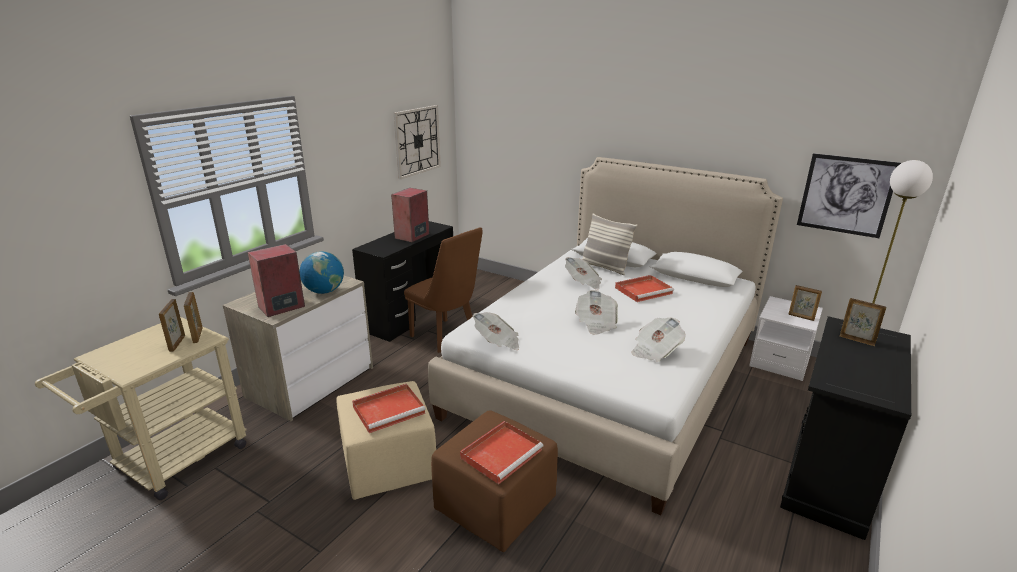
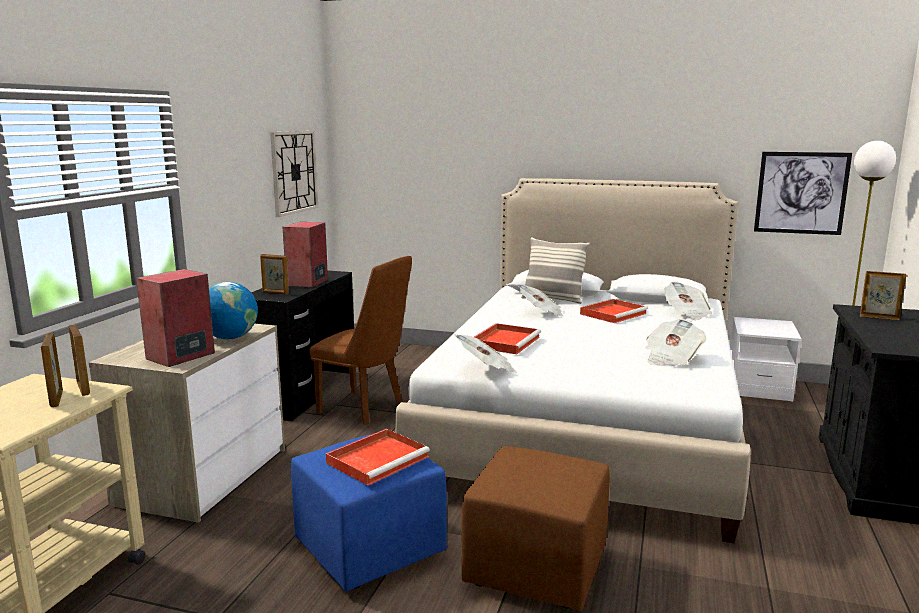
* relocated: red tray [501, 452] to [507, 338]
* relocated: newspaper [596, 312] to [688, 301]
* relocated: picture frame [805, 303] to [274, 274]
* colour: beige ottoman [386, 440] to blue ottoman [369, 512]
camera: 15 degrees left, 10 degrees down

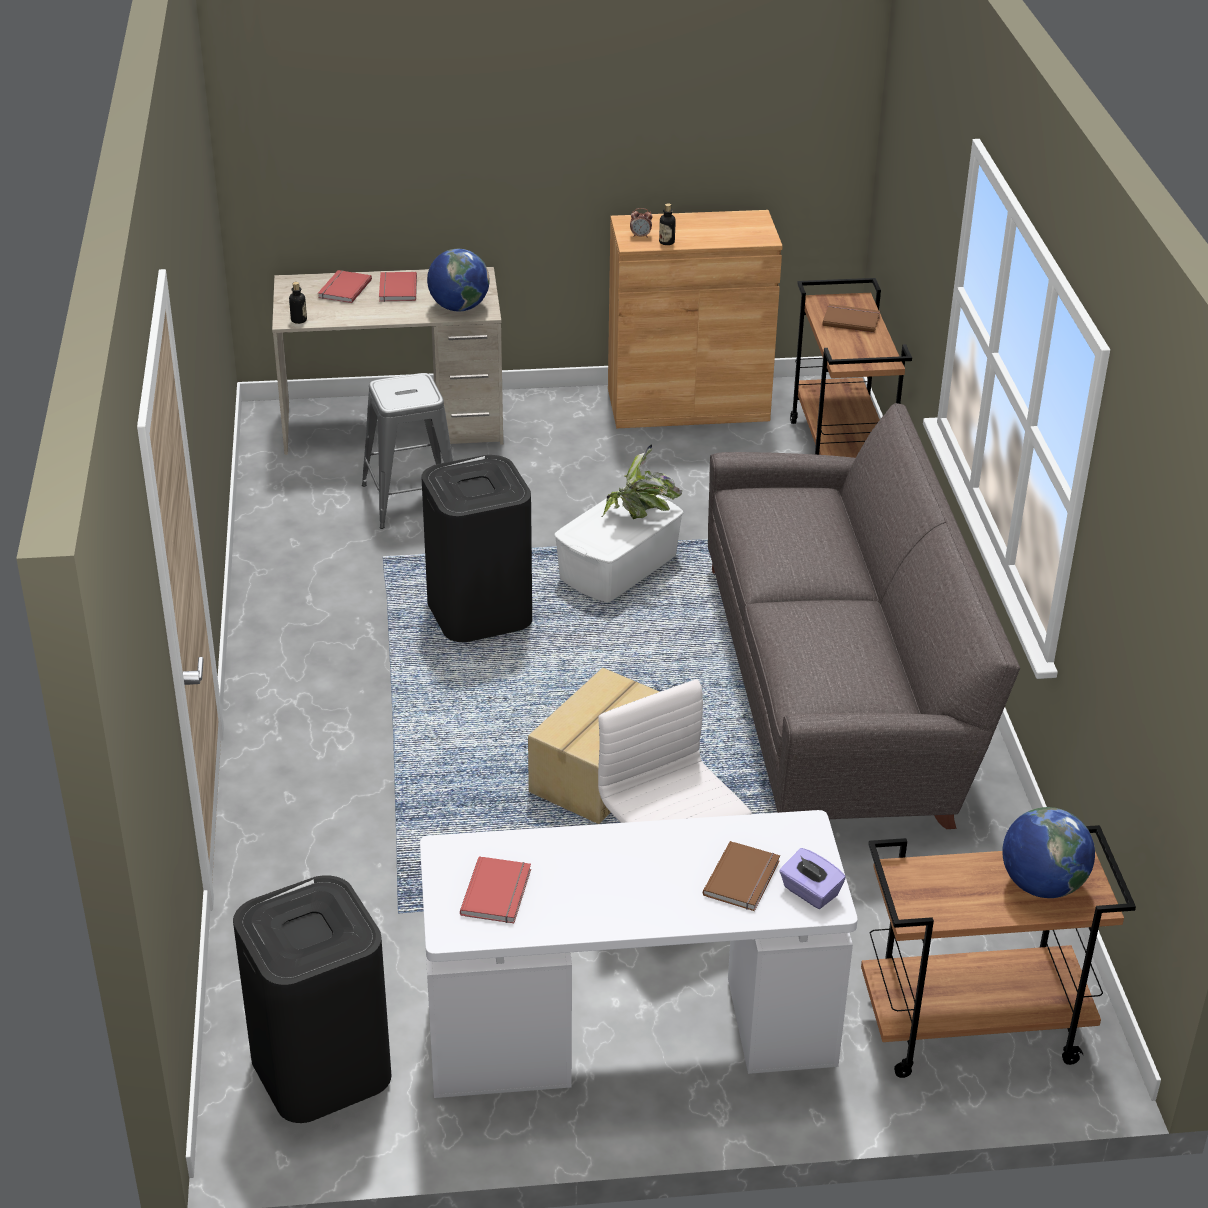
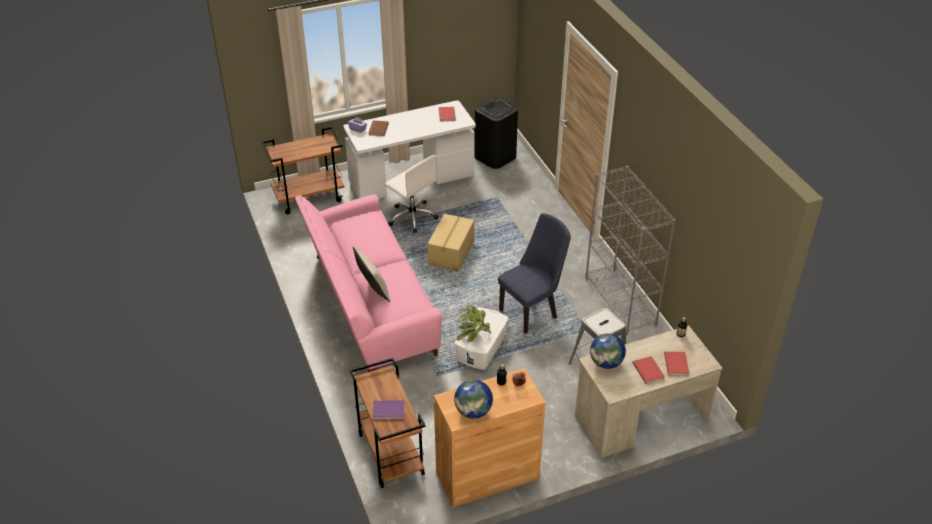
* appeared: beige pillow [372, 274]
* appeared: grey bookcase [630, 250]
* relocated: globe [1048, 852] to [473, 399]
* exchanged: black trash can [476, 548] to blue chair [534, 273]
* colour: grey sofa [864, 616] to pink sofa [368, 283]
* colour: brown book [851, 318] to purple book [388, 409]
camera: 165 degrees right, 5 degrees up

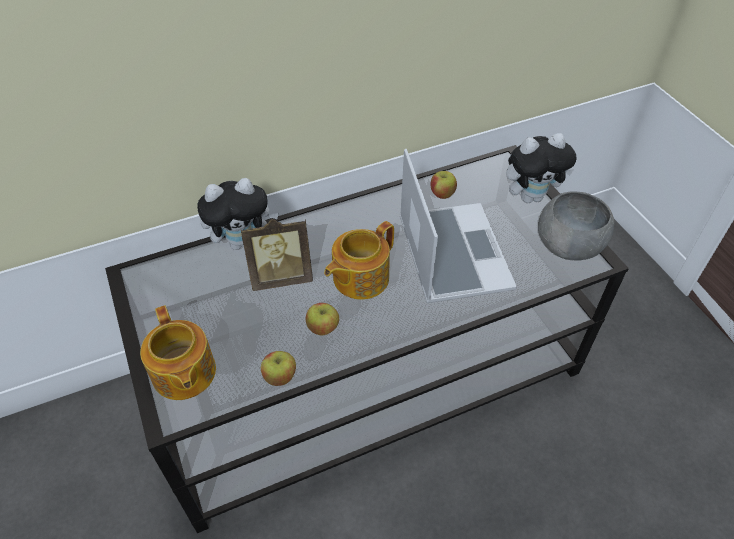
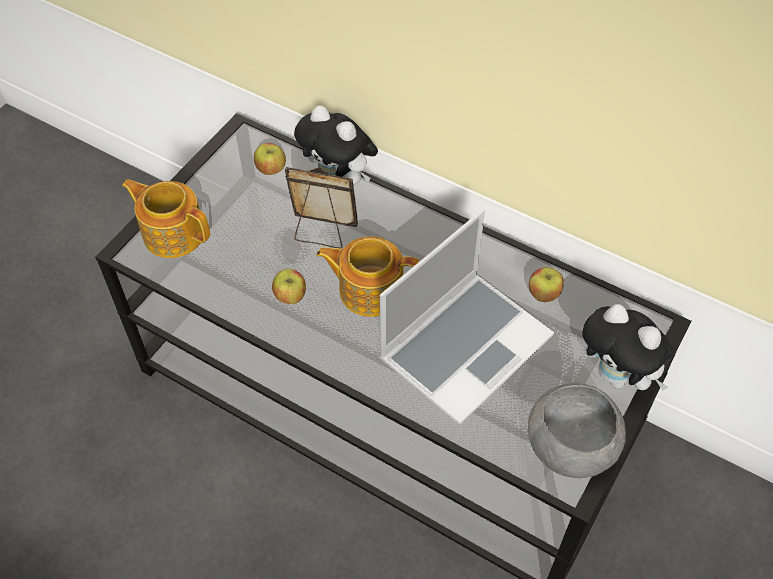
* relocated: apple [278, 368] to [270, 159]
* spun: teapot [178, 352] = [166, 218] 90 degrees clockwise
* spun: picture frame [277, 255] = [321, 207] 150 degrees clockwise
camera: 55 degrees right, 5 degrees up

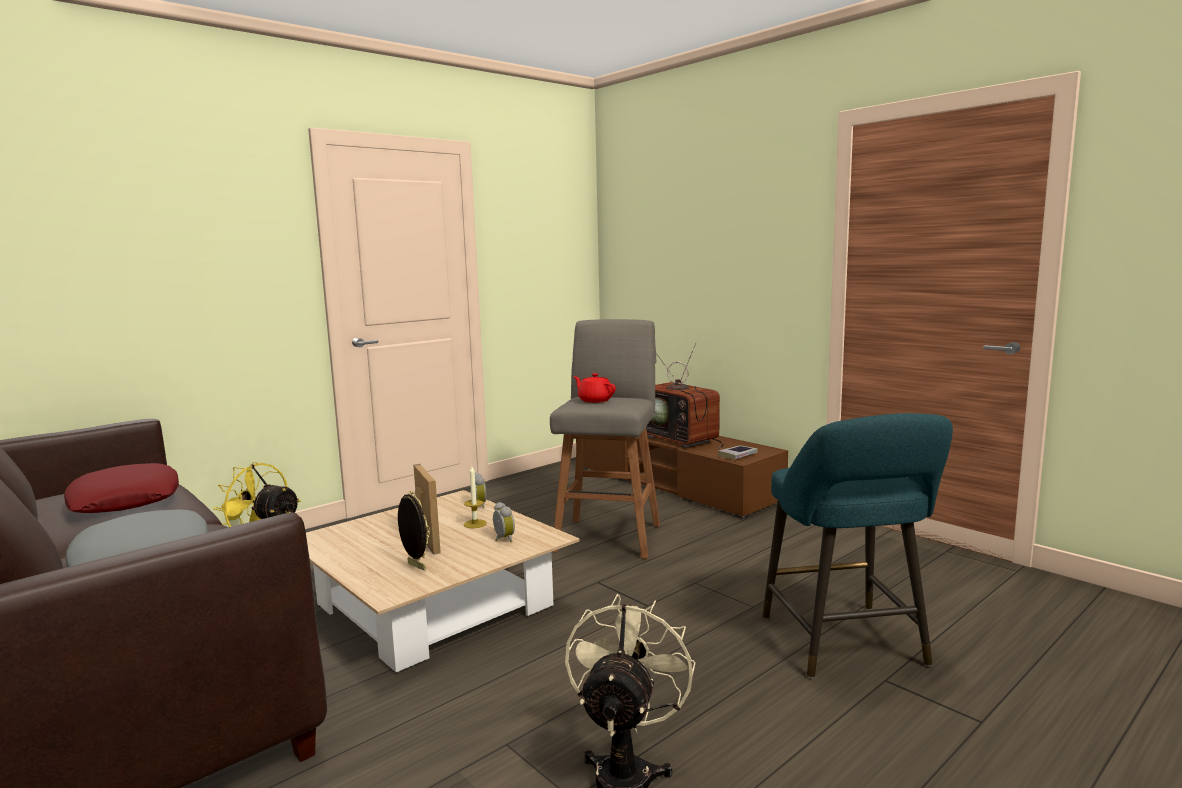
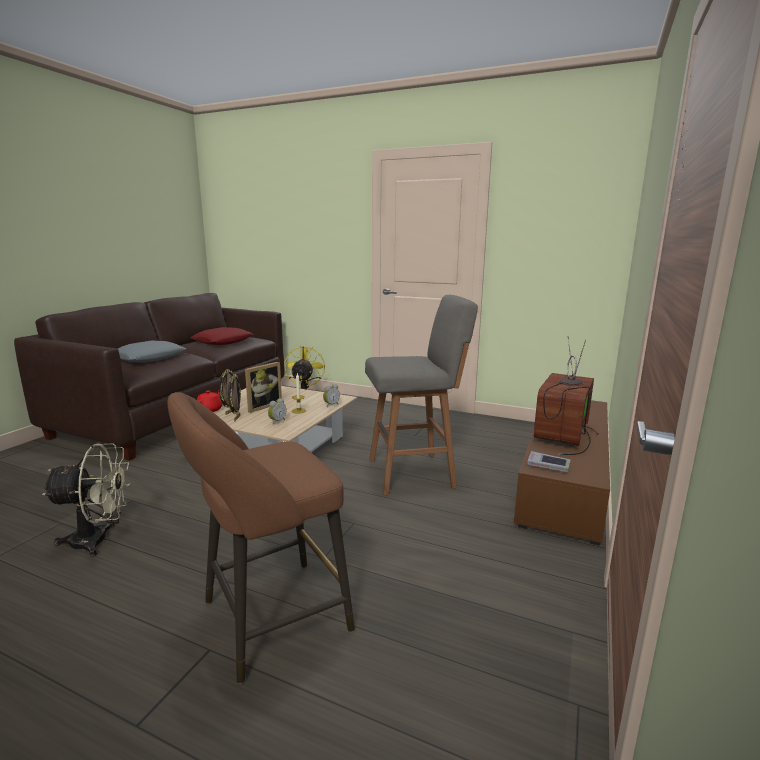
* appeared: picture frame [234, 397]
* relocated: red teapot [594, 388] to [210, 401]
* colour: turquoise stool [858, 546] to brown stool [261, 538]
camera: 65 degrees right, 5 degrees up

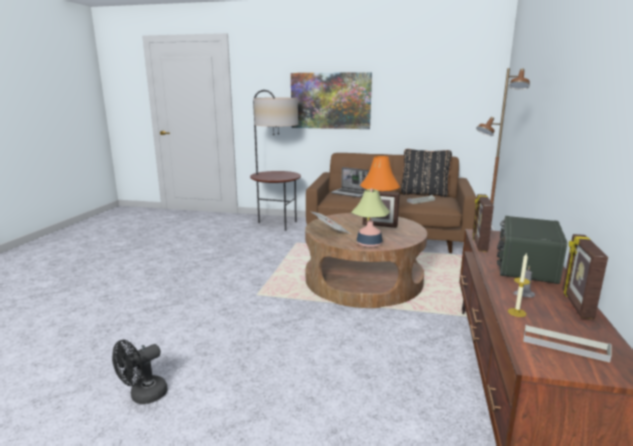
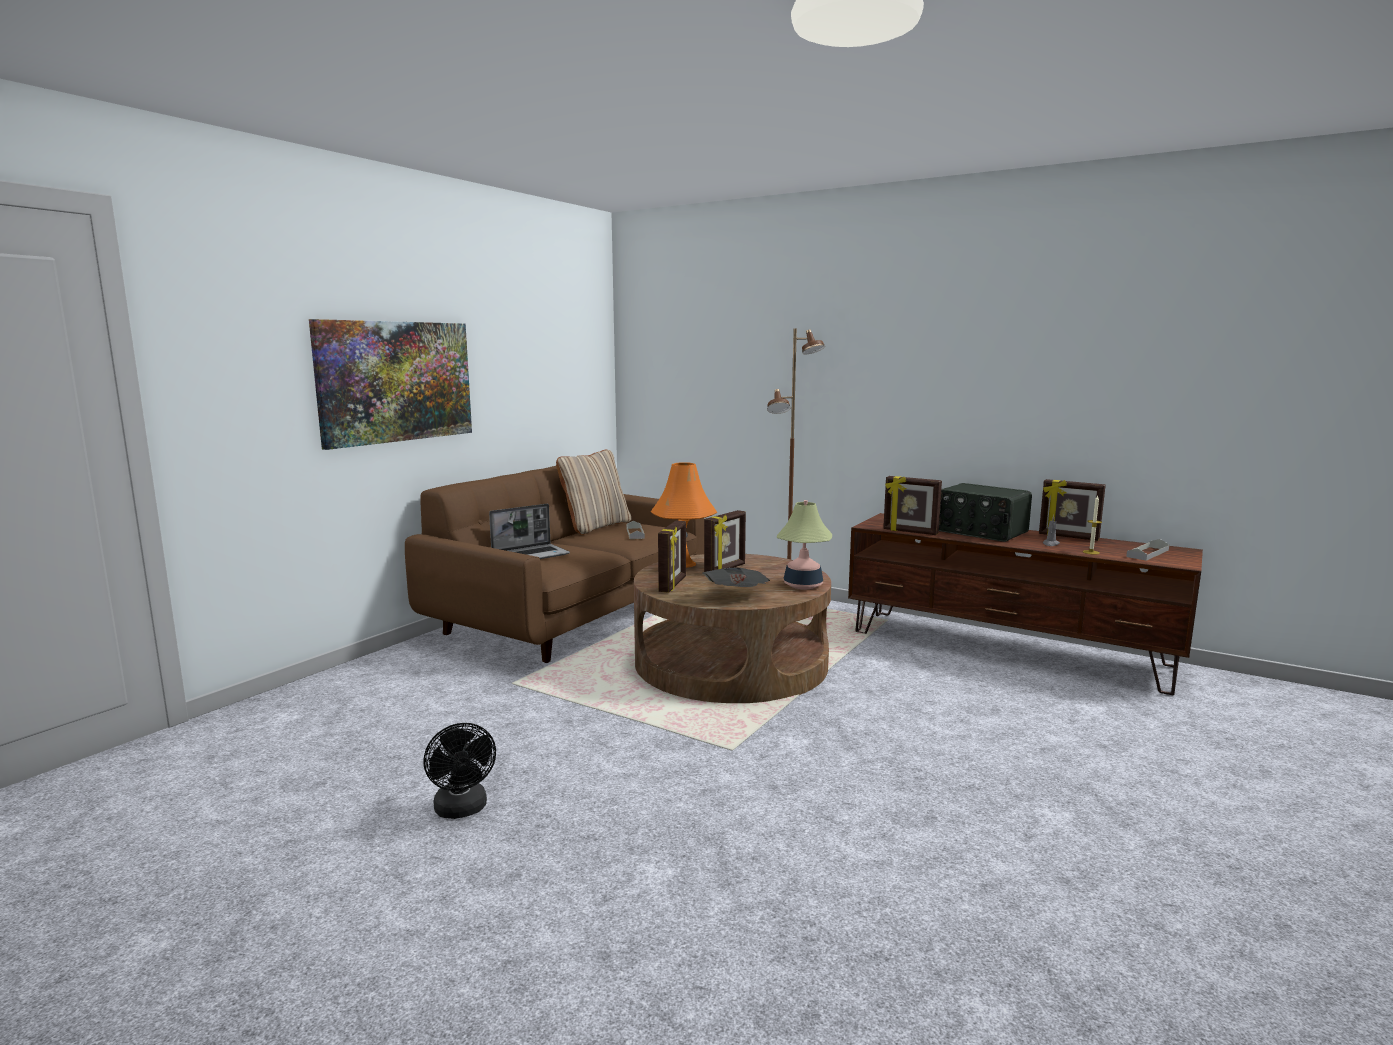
* missing: floor lamp [275, 160]
* appeared: picture frame [672, 557]
* relocated: black fan [140, 372] to [459, 771]
* colour: black pillow [426, 173] to beige pillow [594, 492]
camera: 70 degrees left, 5 degrees down

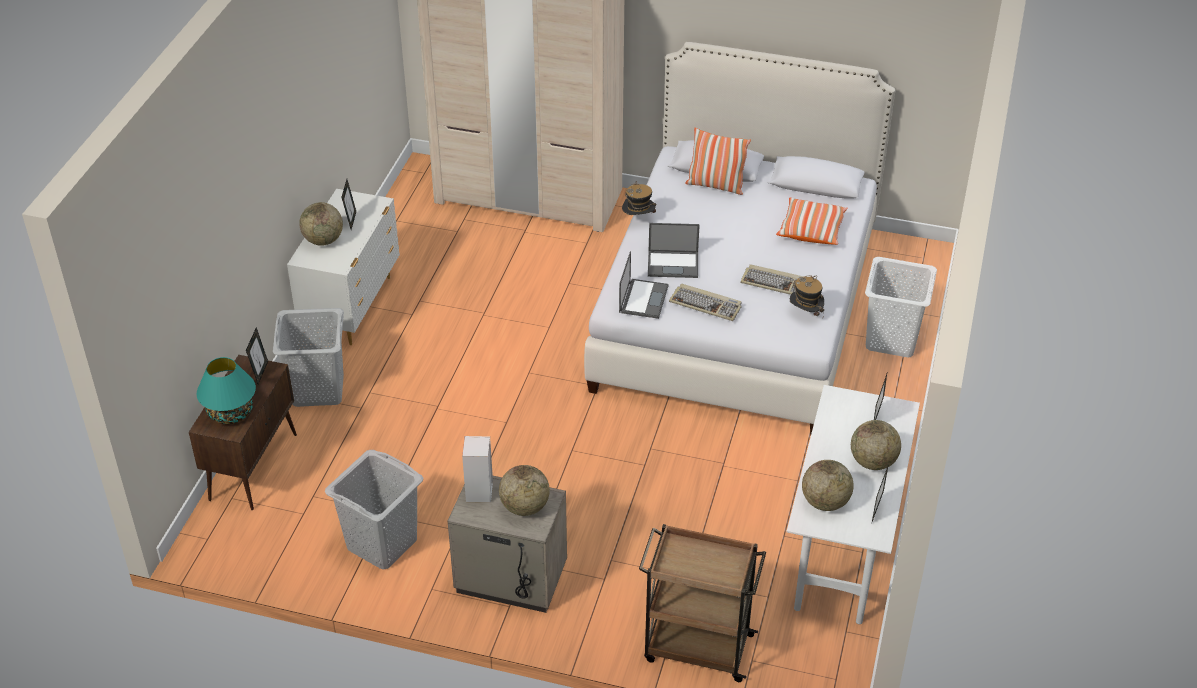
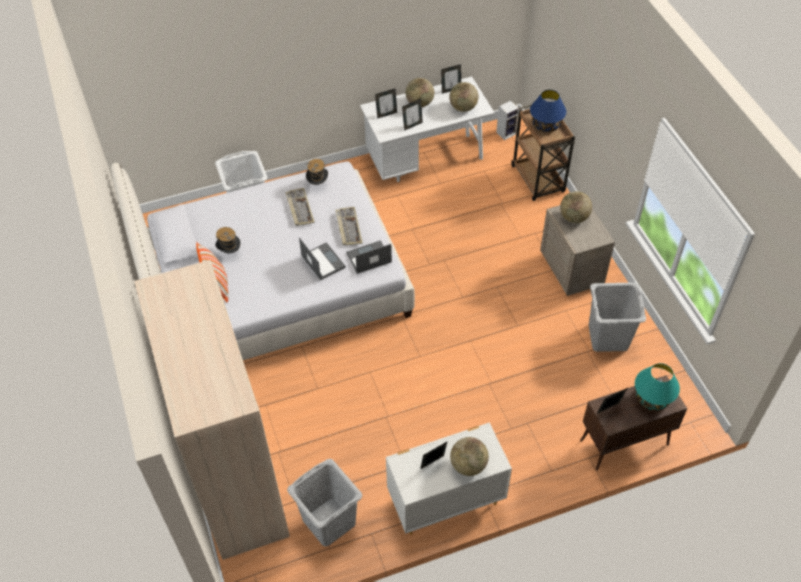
* missing: pillow [811, 221]
* appeared: picture frame [412, 115]
* appeared: blue table lamp [548, 111]
* relocated: grey laundry basket [308, 357] to [324, 503]
* relocated: speaker [477, 469] to [507, 120]
* relocated: hat [639, 198] to [228, 240]
camera: 125 degrees left, 10 degrees up

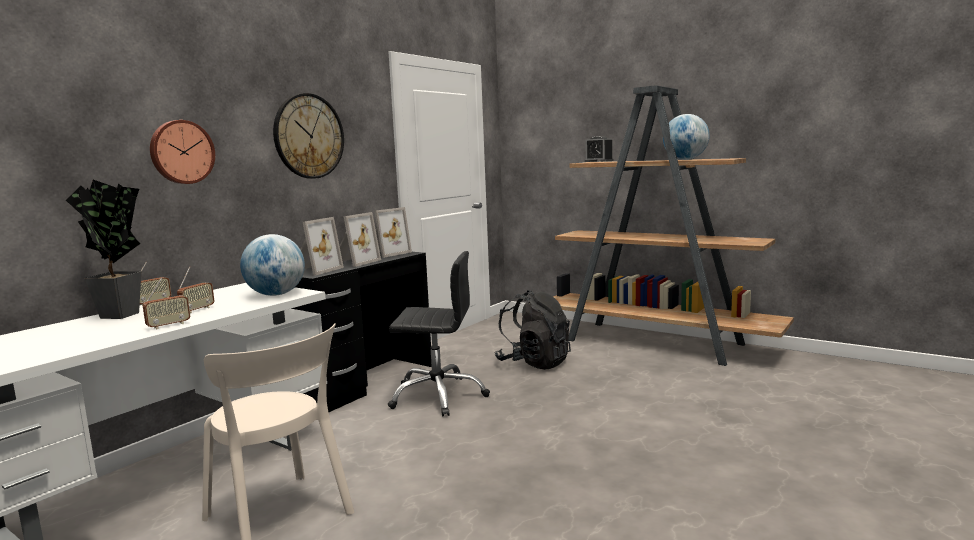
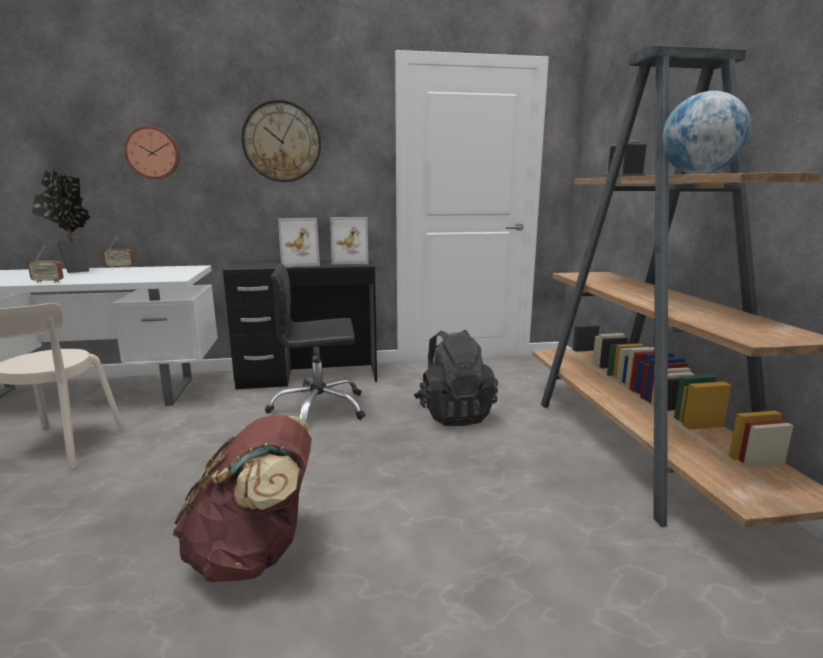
* missing: radio [195, 289]
* missing: globe [272, 265]
* missing: picture frame [322, 246]
* appeared: brown backpack [242, 498]
* spun: black office chair [439, 334] = [315, 343] 120 degrees clockwise
camera: 45 degrees right, 5 degrees up

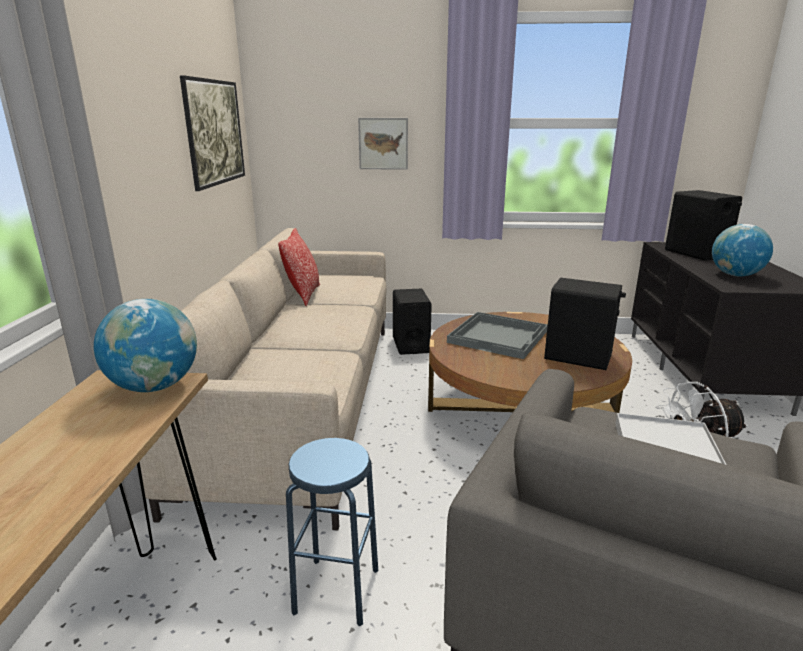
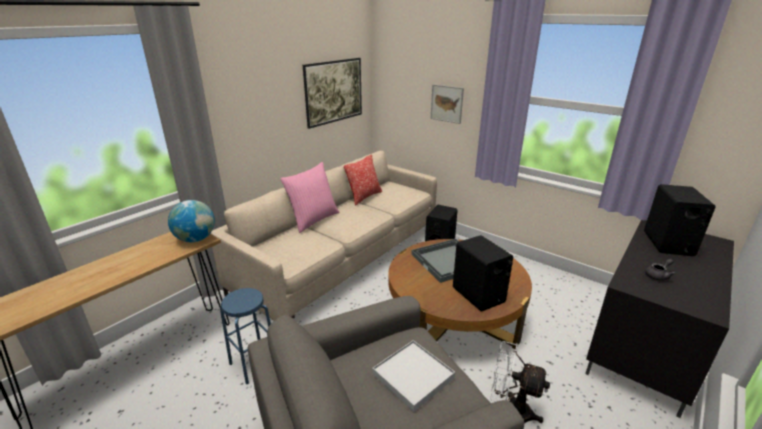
* appeared: pink pillow [309, 197]
* exchanged: globe [742, 250] to grey teapot [660, 270]
camera: 35 degrees right, 5 degrees up

